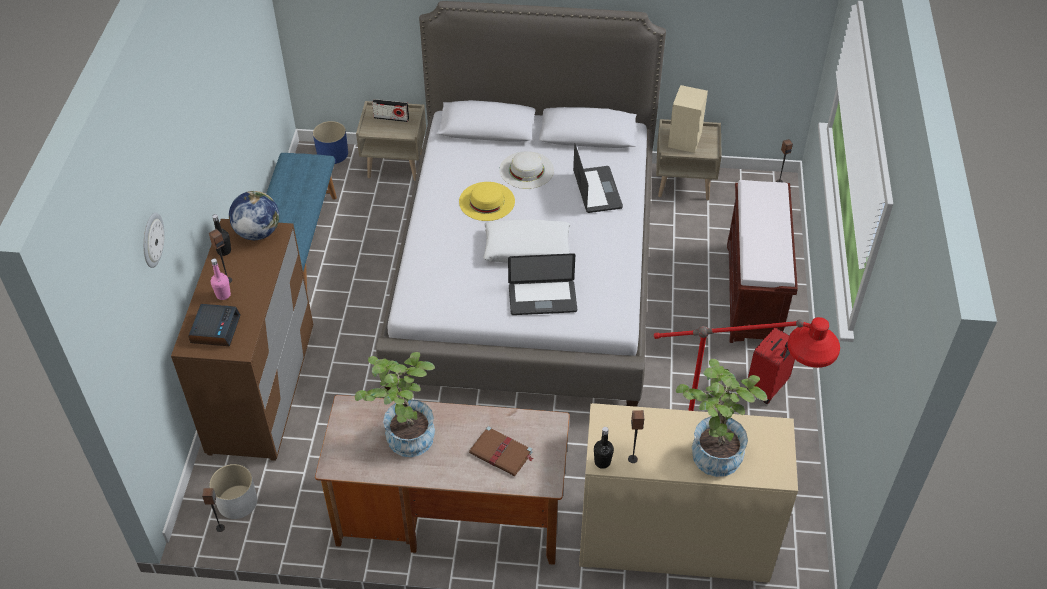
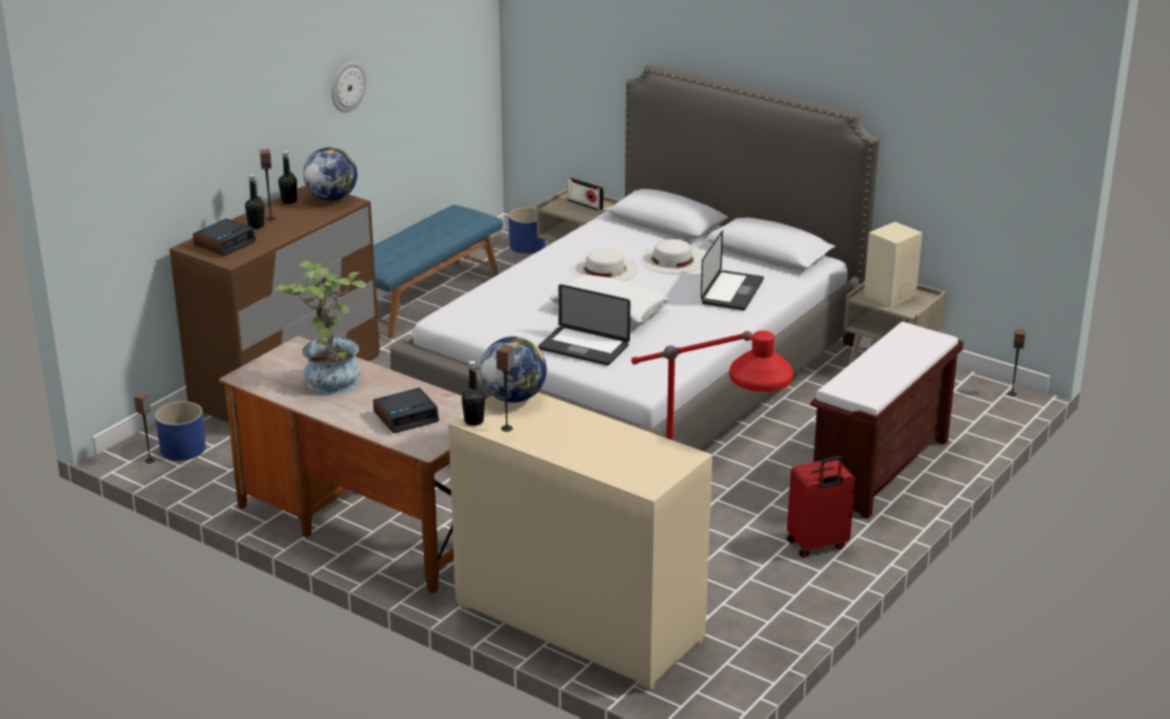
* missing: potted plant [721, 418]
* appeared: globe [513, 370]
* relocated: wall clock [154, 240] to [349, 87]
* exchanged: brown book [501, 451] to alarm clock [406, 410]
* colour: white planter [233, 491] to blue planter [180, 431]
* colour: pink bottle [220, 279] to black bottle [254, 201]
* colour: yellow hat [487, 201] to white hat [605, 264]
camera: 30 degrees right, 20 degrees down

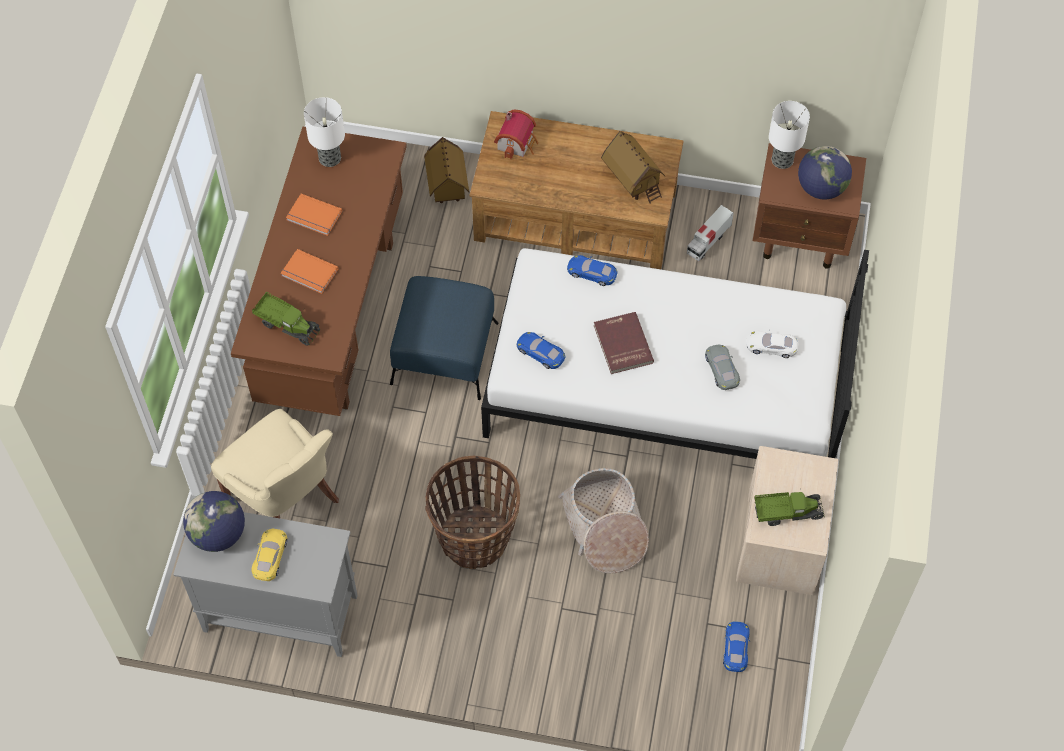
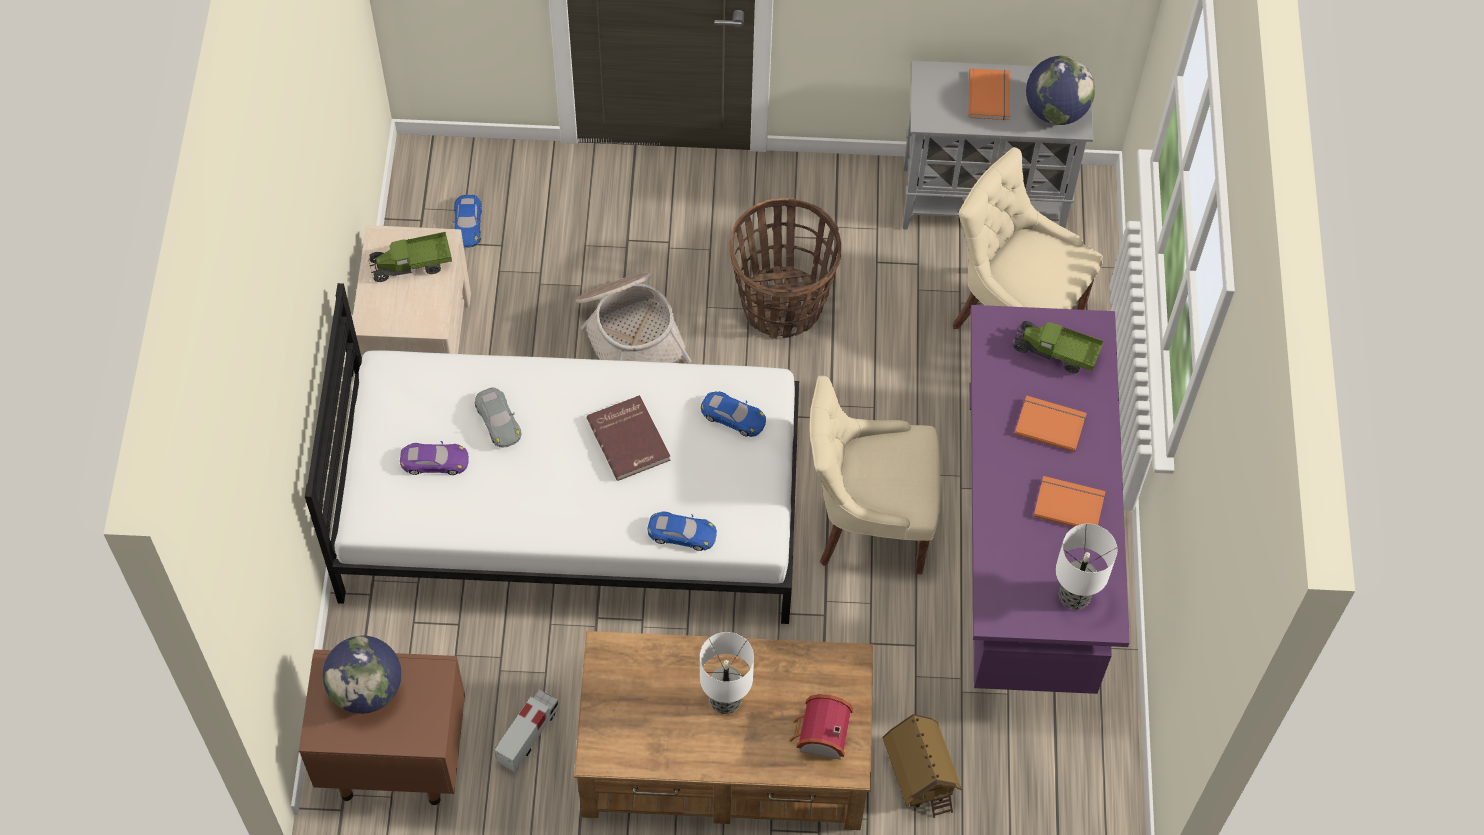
* missing: toy house [633, 167]
* relocated: table lamp [789, 135] to [727, 673]
* exchanged: yellow toy car [270, 555] to orange book [989, 94]
* exchanged: blue ottoman [444, 338] to beige chair [875, 475]
* colour: brown desk [319, 271] to purple desk [1050, 499]
* colour: white toy car [772, 344] to purple toy car [434, 458]
camera: 170 degrees right, 0 degrees up

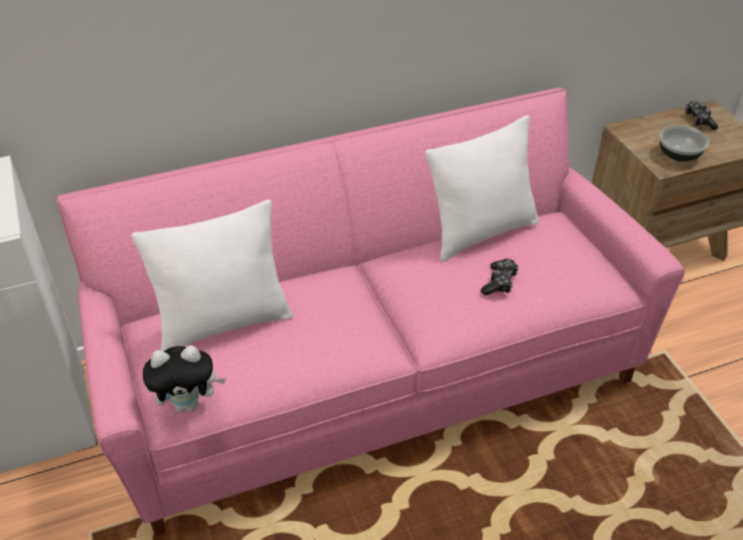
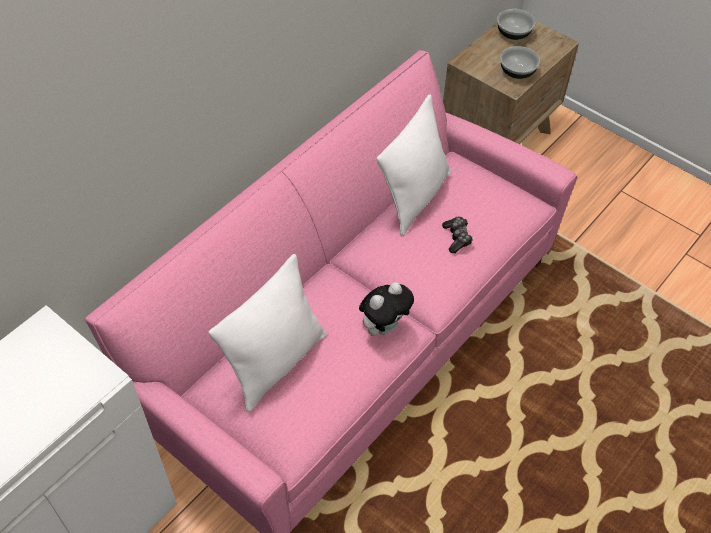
* relocated: plush toy [184, 379] to [386, 309]
* exchanged: game controller [701, 115] to bowl [516, 24]
camera: 30 degrees left, 10 degrees up

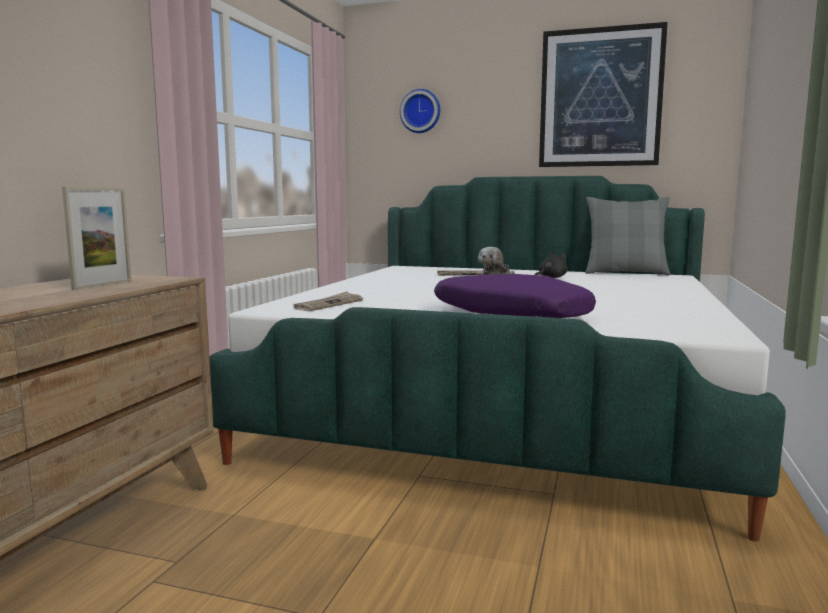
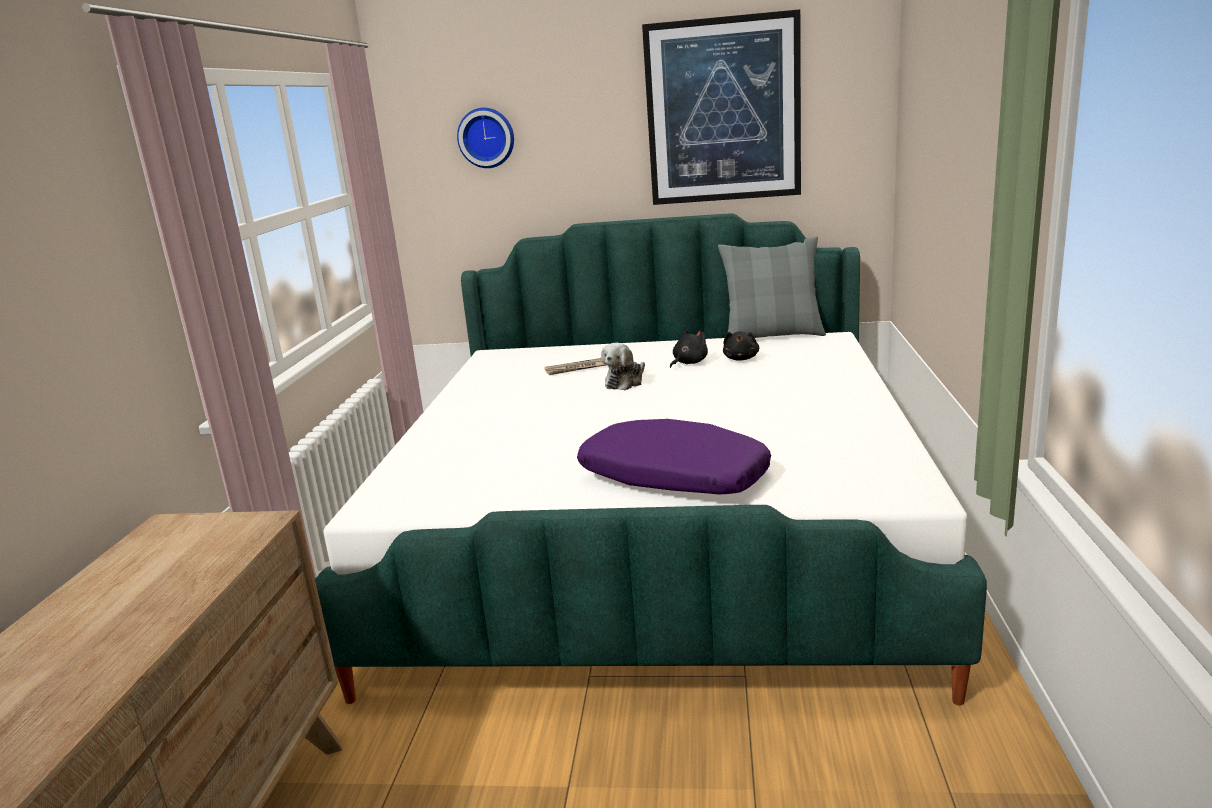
* missing: picture frame [96, 238]
* missing: newspaper [327, 301]
* appeared: black plush toy [741, 346]
camera: 10 degrees left, 10 degrees up

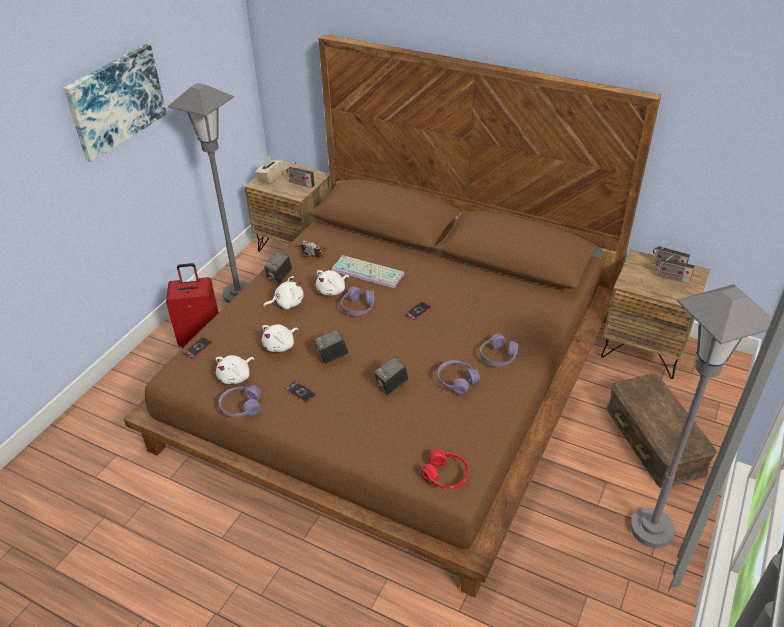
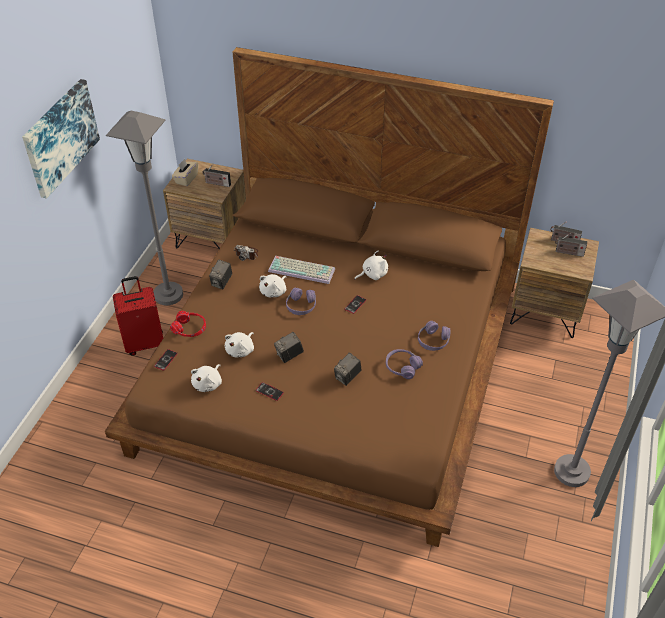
* missing: purple headphones [239, 401]
* missing: brown storage box [661, 431]
* relocated: white plush toy [283, 292] to [371, 265]
* relocated: red headphones [445, 469] to [188, 324]
camera: 10 degrees left, 5 degrees up

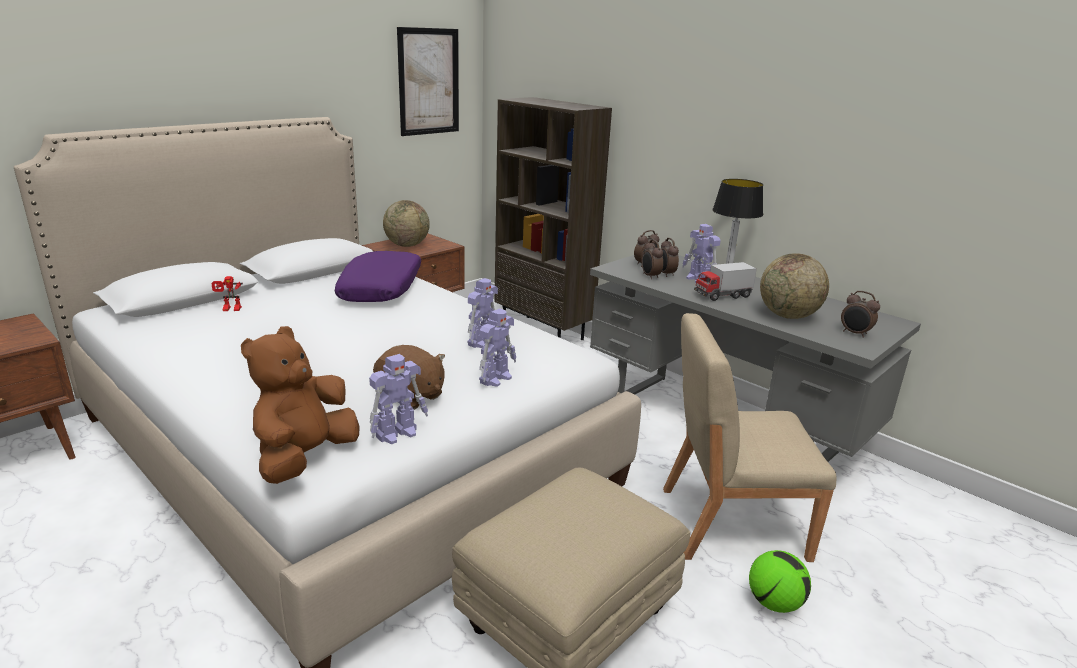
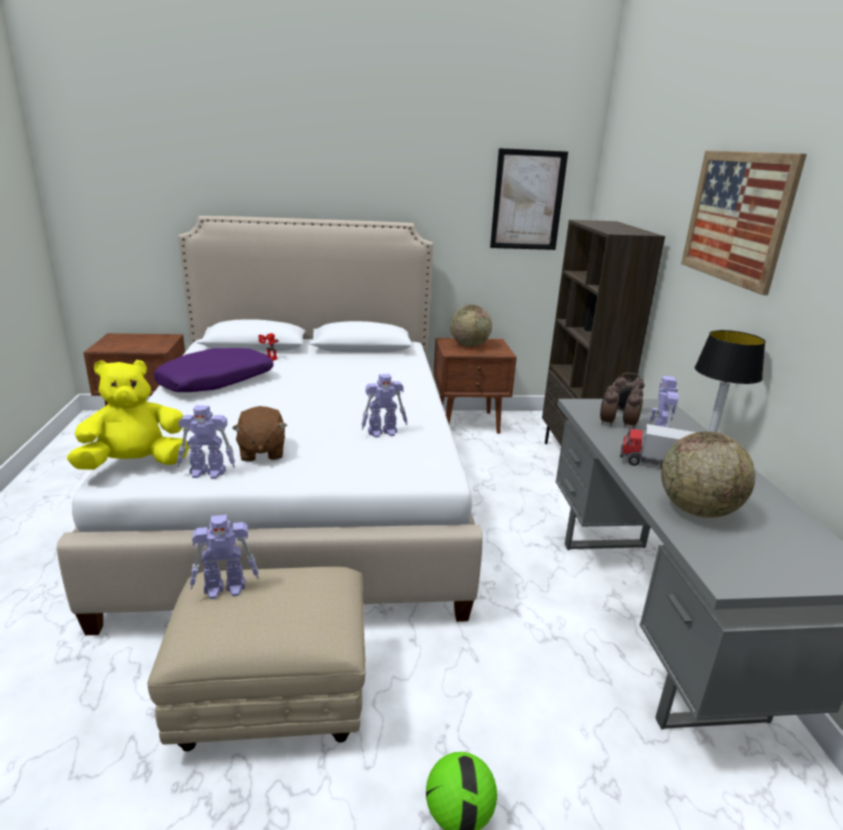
* missing: beige chair [750, 437]
* missing: alarm clock [860, 314]
* appeared: picture [744, 222]
* relocated: purple pillow [377, 276] to [213, 370]
* relocated: toy robot [497, 347] to [224, 557]
* colour: brown plush toy [300, 405] to yellow plush toy [128, 415]
camera: 40 degrees right, 0 degrees up

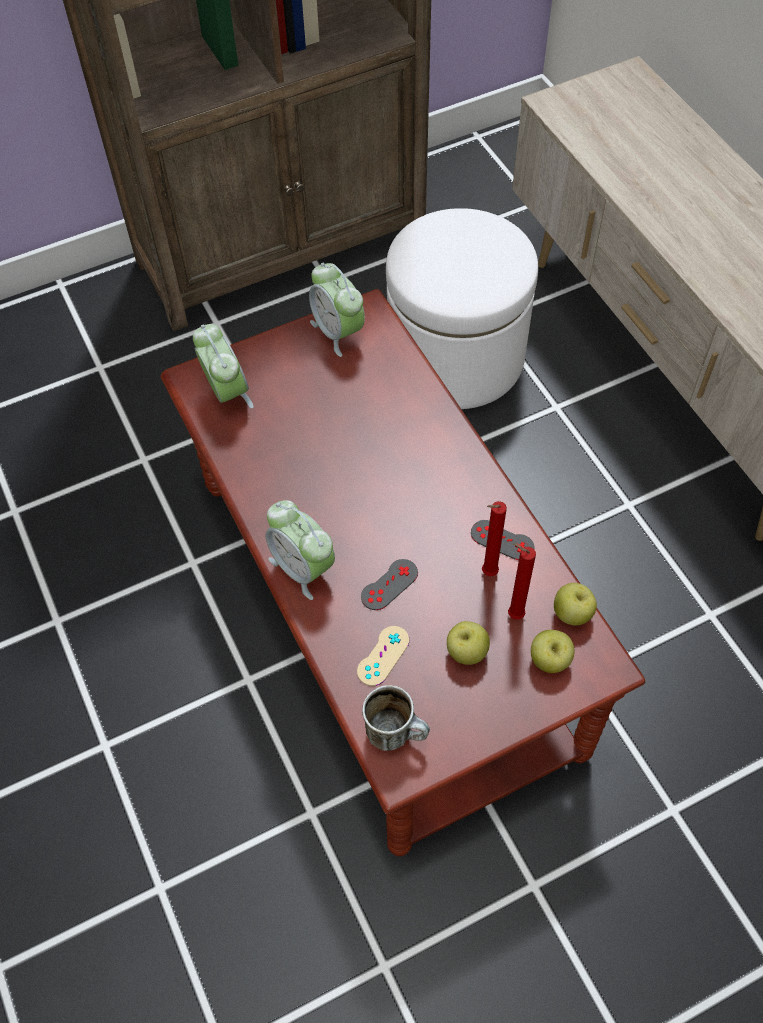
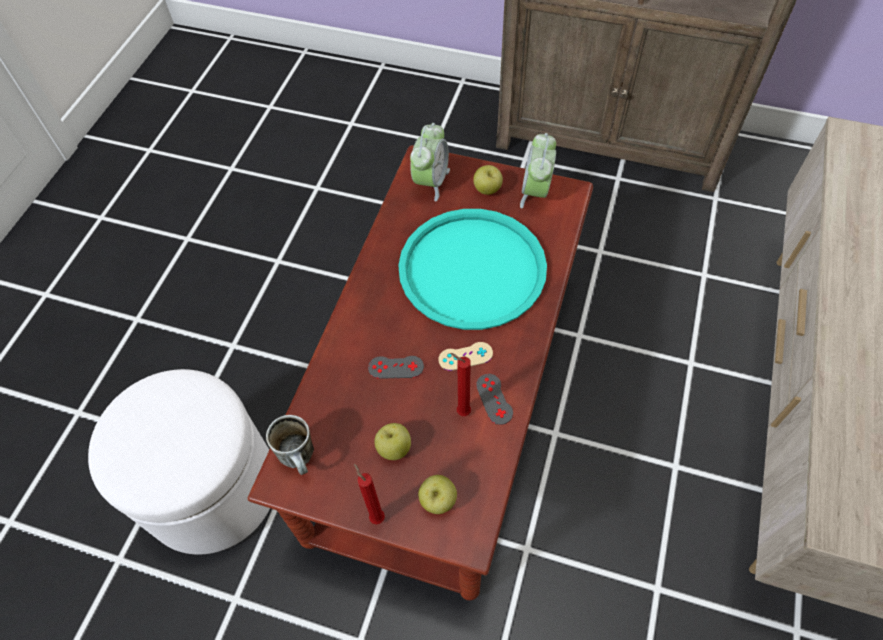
* missing: alarm clock [300, 550]
* appeared: turquoise tray [472, 269]
* relocated: beige game controller [383, 656] to [465, 356]
* relocated: white ottoman [462, 308] to [179, 462]
* relocated: red candle [522, 581] to [369, 493]
* relocated: apple [575, 604] to [488, 180]
camera: 45 degrees right, 0 degrees up

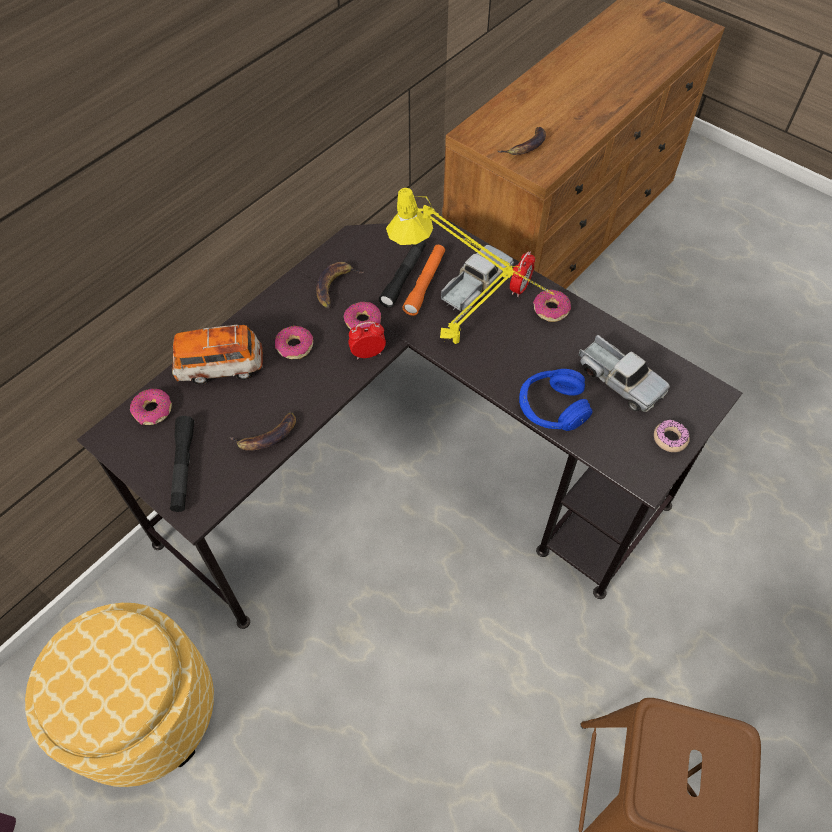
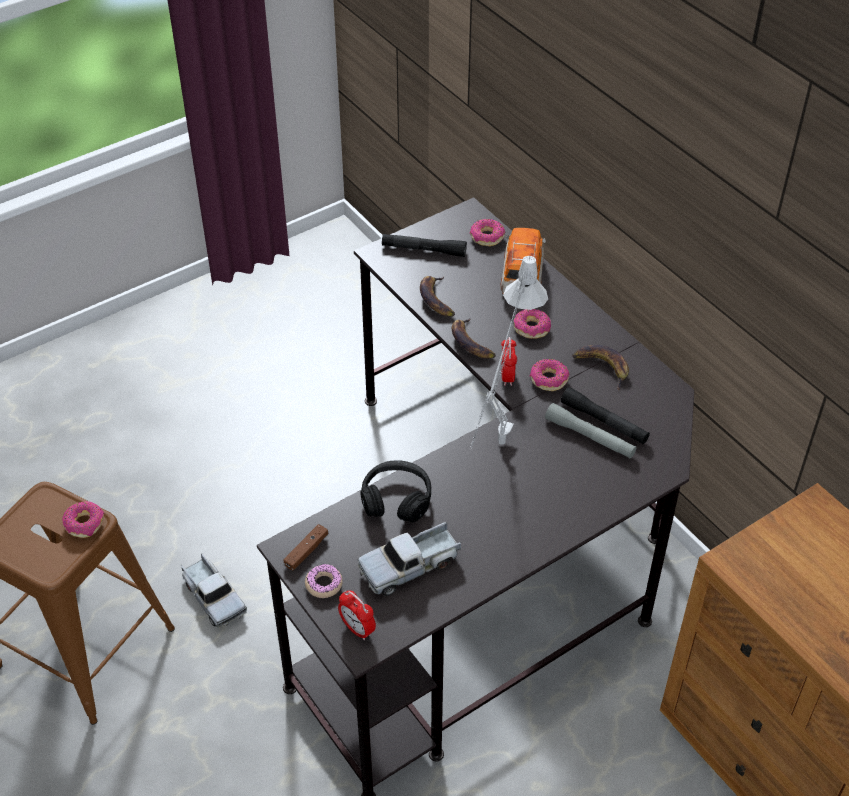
* missing: ottoman [119, 695]
* appeared: brown game controller [306, 547]
* relocated: toy truck [477, 278] to [213, 591]
* relocated: banana [522, 141] to [474, 339]
* relocated: alarm clock [522, 274] to [357, 615]
* relocated: donut [552, 306] to [83, 519]
* colour: yellow table lamp [470, 266] to grey table lamp [509, 352]
* colour: orange flashlight [423, 280] to grey flashlight [591, 431]
* colour: blue headphones [556, 400] to black headphones [395, 491]
camera: 105 degrees right, 10 degrees down

